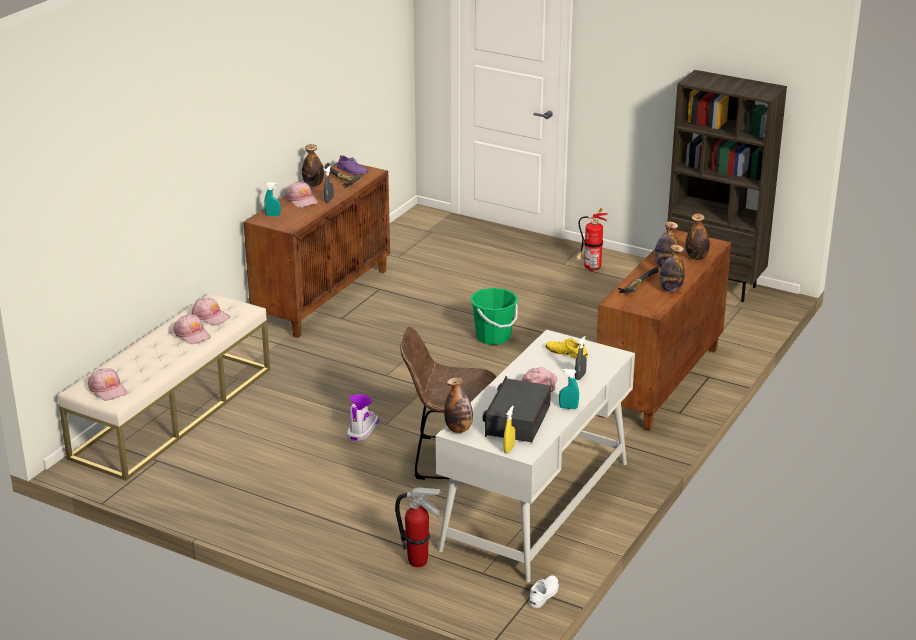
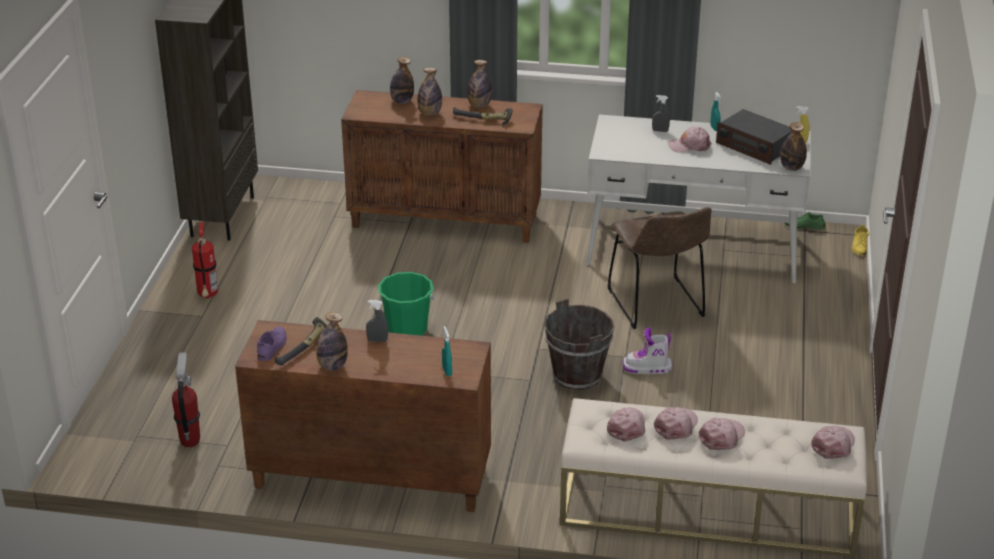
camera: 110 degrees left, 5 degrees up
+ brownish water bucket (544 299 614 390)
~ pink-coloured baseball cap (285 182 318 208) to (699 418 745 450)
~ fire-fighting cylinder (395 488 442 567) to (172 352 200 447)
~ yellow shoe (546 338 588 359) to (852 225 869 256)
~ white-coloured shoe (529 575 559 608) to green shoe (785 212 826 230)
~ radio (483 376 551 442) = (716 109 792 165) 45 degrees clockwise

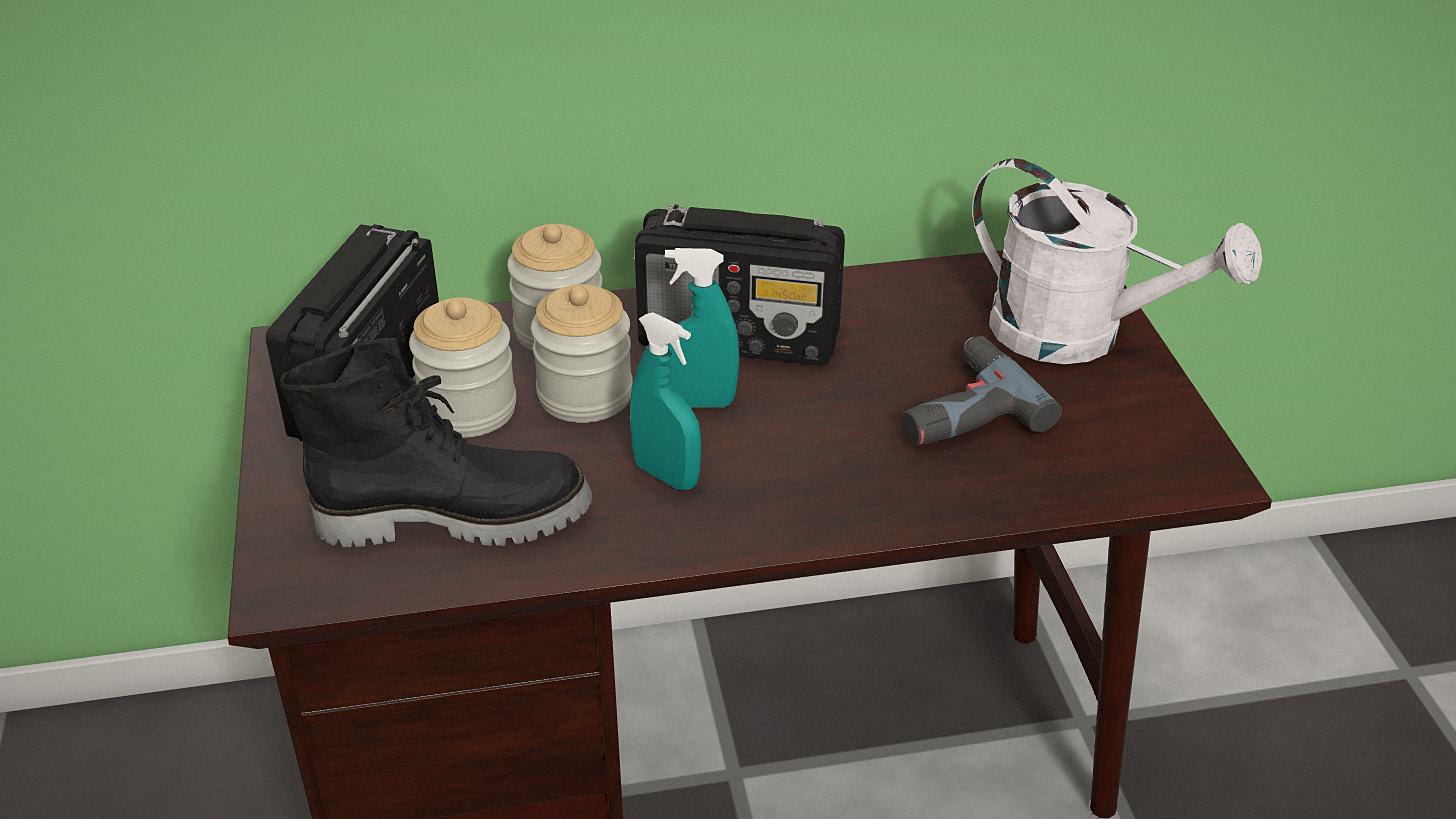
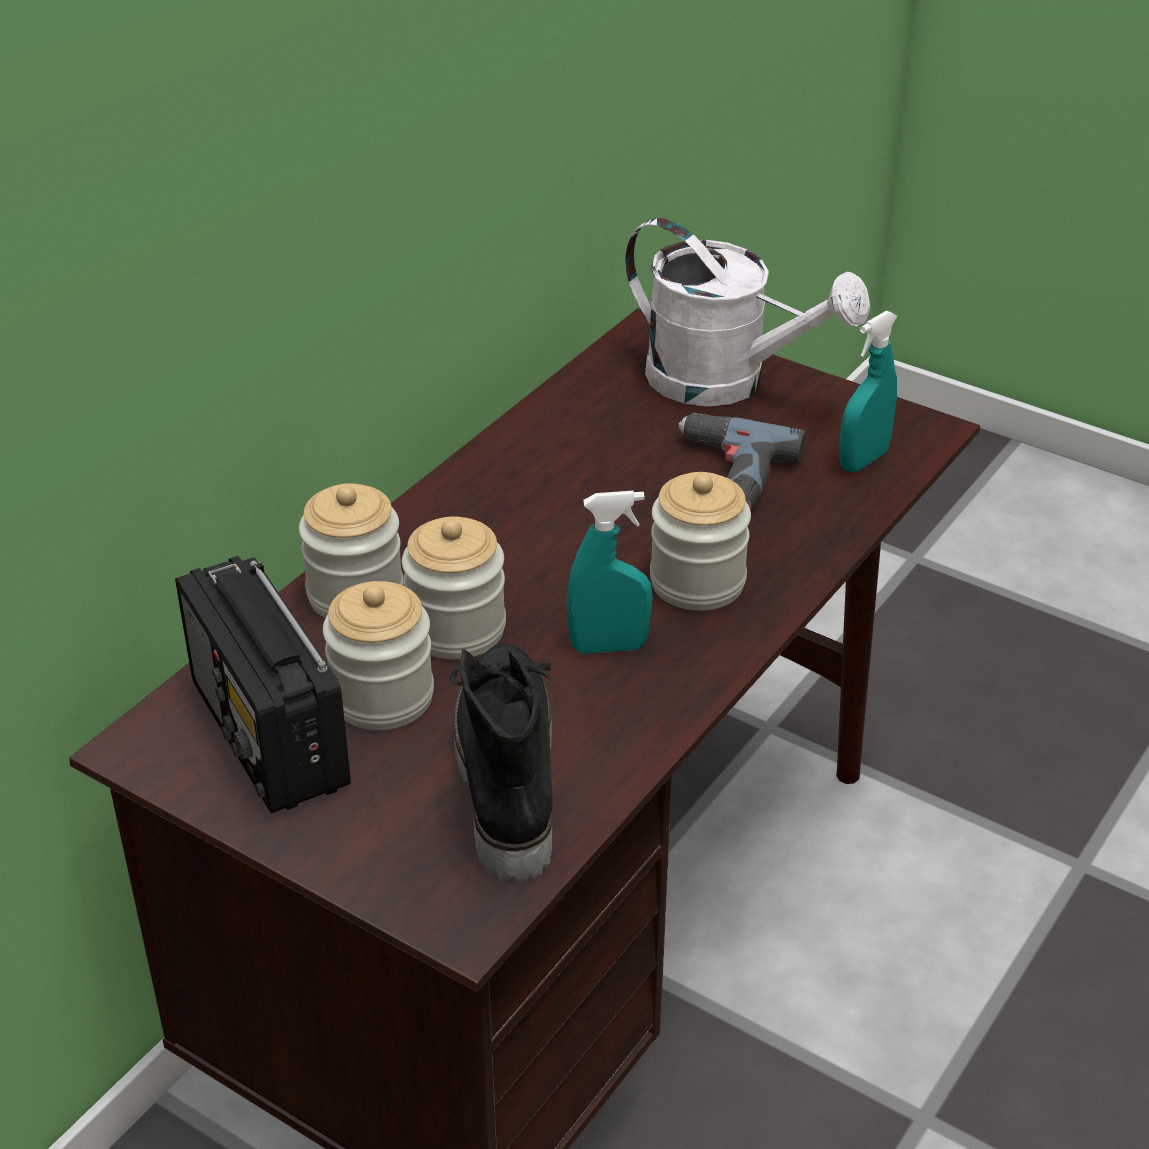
camera: 45 degrees left, 0 degrees up
- radio (635 204 845 366)
+ storage jar (650 472 751 611)
~ turquoise hand sprayer (665 248 739 407) to (839 311 898 472)
~ black-coloured boot (280 338 593 547) = (449 643 554 883) 45 degrees counterclockwise
~ white-coloured sprinkling can (972 158 1262 364) = (625 218 870 407) 45 degrees clockwise

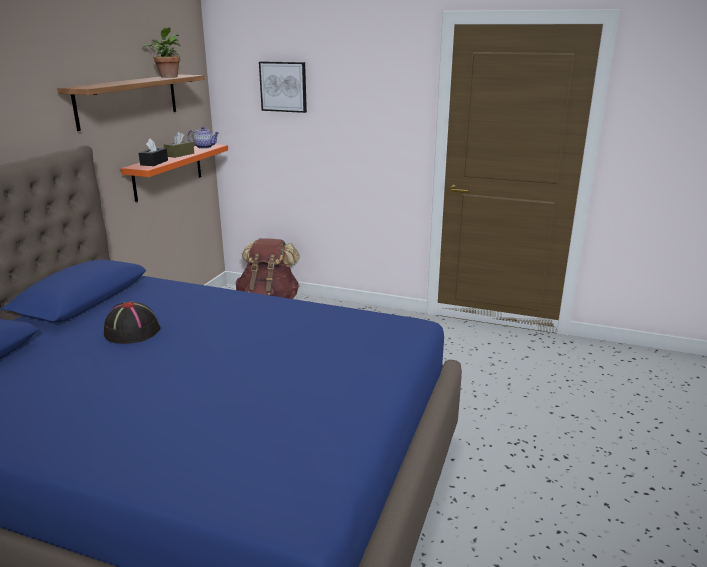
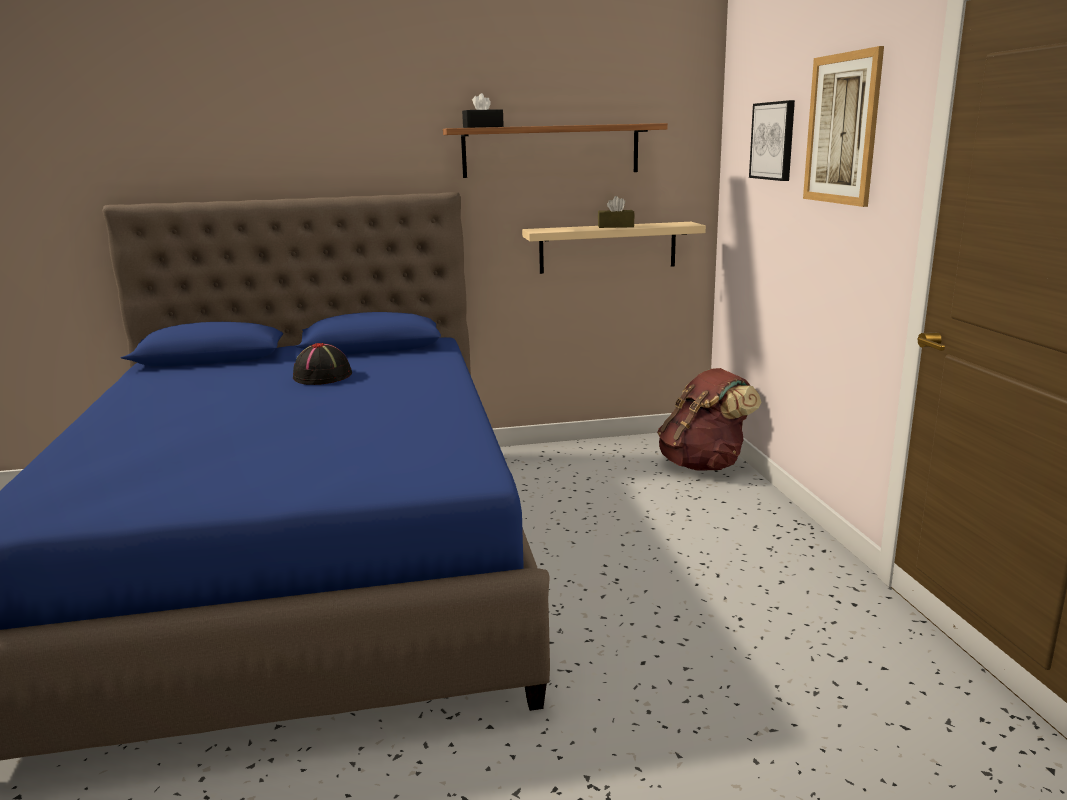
camera: 60 degrees right, 5 degrees down
- potted plant (142 27 181 78)
- teapot (188 127 219 149)
+ wall art (803 46 884 207)
~ black-coloured box of tissues (139 138 168 166) to (462 93 504 128)
~ orange-coloured shelf (121 144 228 202) to beige-coloured shelf (522 222 706 274)

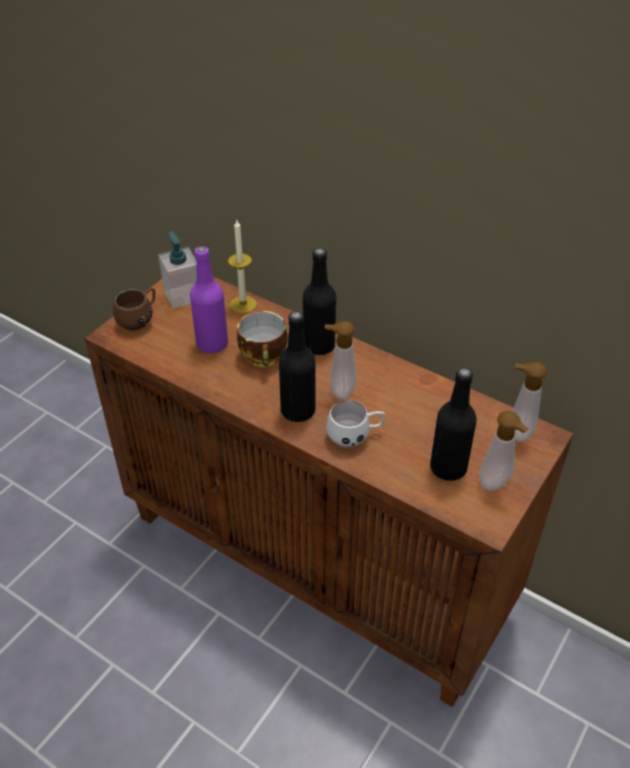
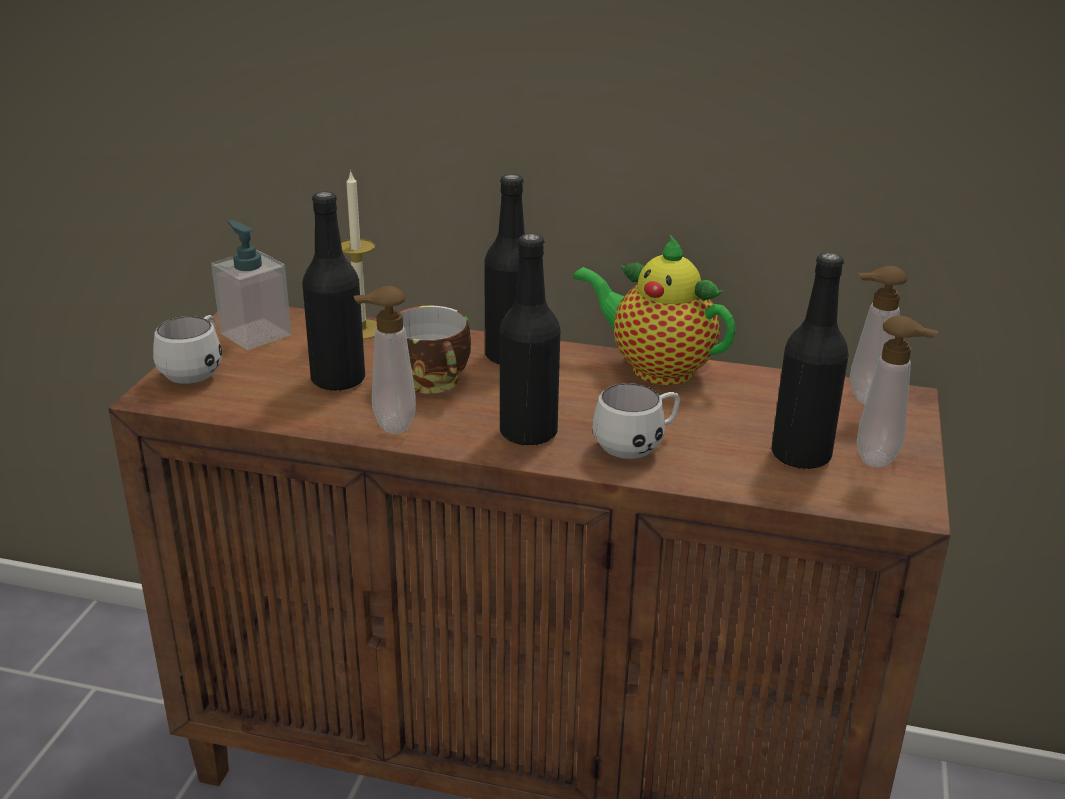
camera: 20 degrees left, 15 degrees down
+ teapot (573 235 736 385)
~ soap dispenser (325 321 356 399) to (354 286 416 434)
~ brownish coffee mug (113 288 155 330) to white-coloured coffee mug (153 315 222 384)
~ purple drink bottle (190 246 228 354) to black-coloured drink bottle (302 191 365 392)

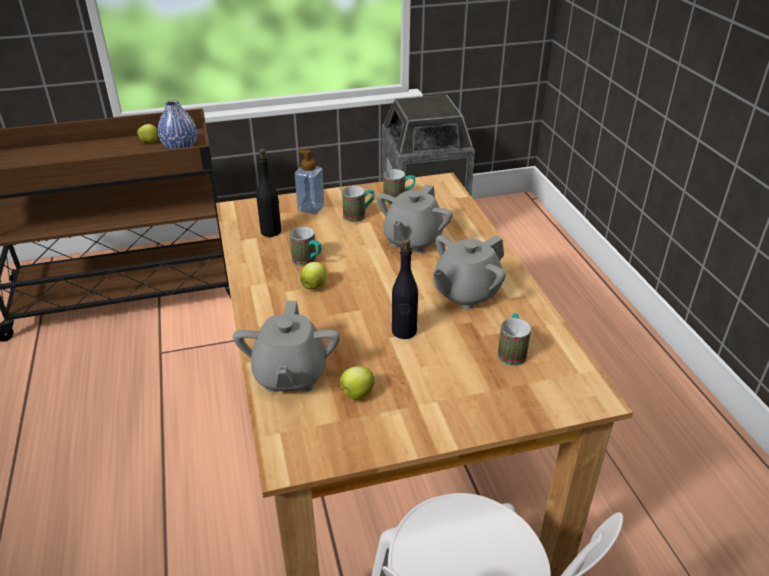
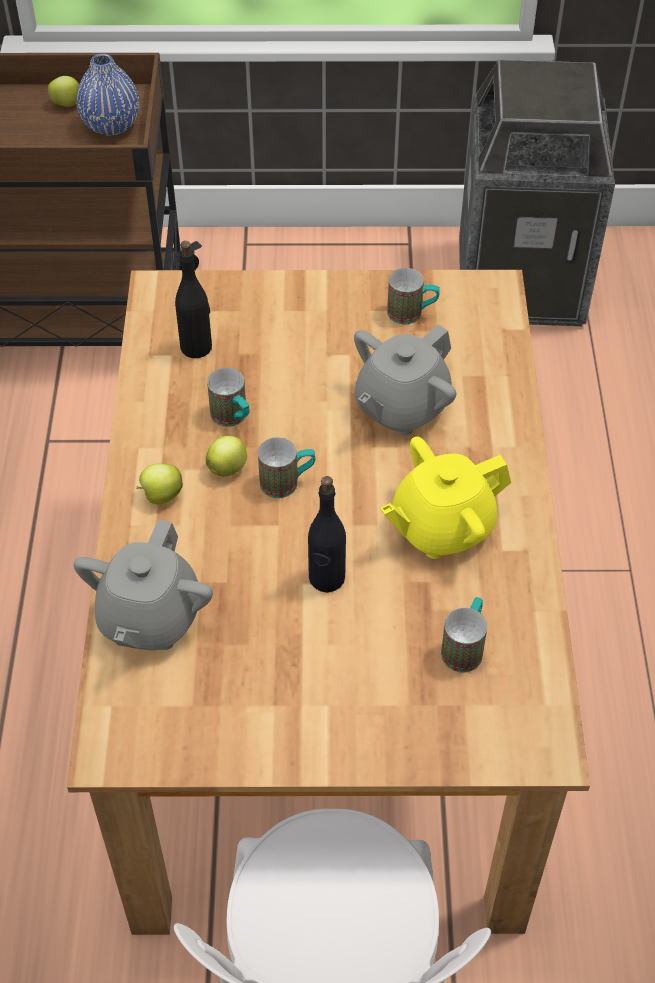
camera: 15 degrees right, 15 degrees up
- soap dispenser (295 149 325 214)
~ apple fruit (339 366 375 400) to (136 463 183 504)
~ coffee mug (342 186 375 222) to (258 437 315 498)
~ gray teapot (433 235 506 310) to yellow teapot (380 436 511 559)

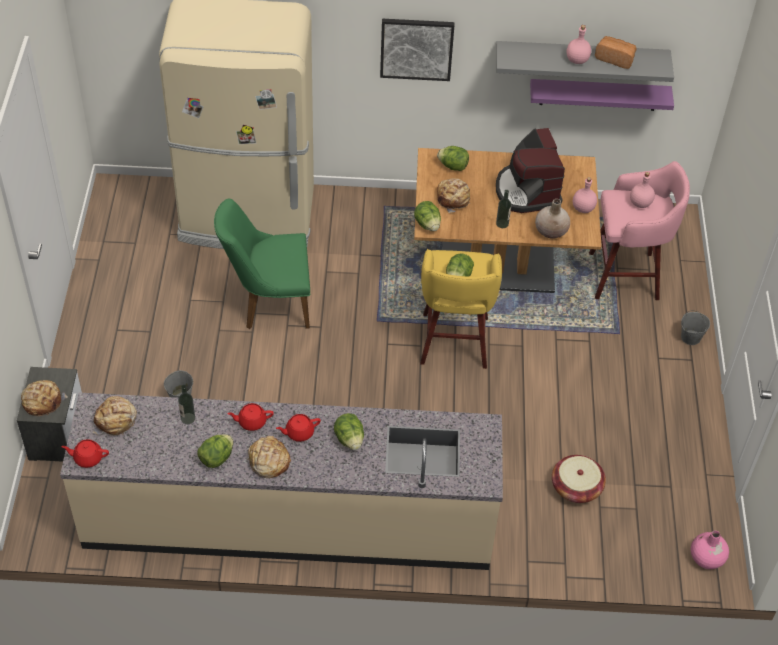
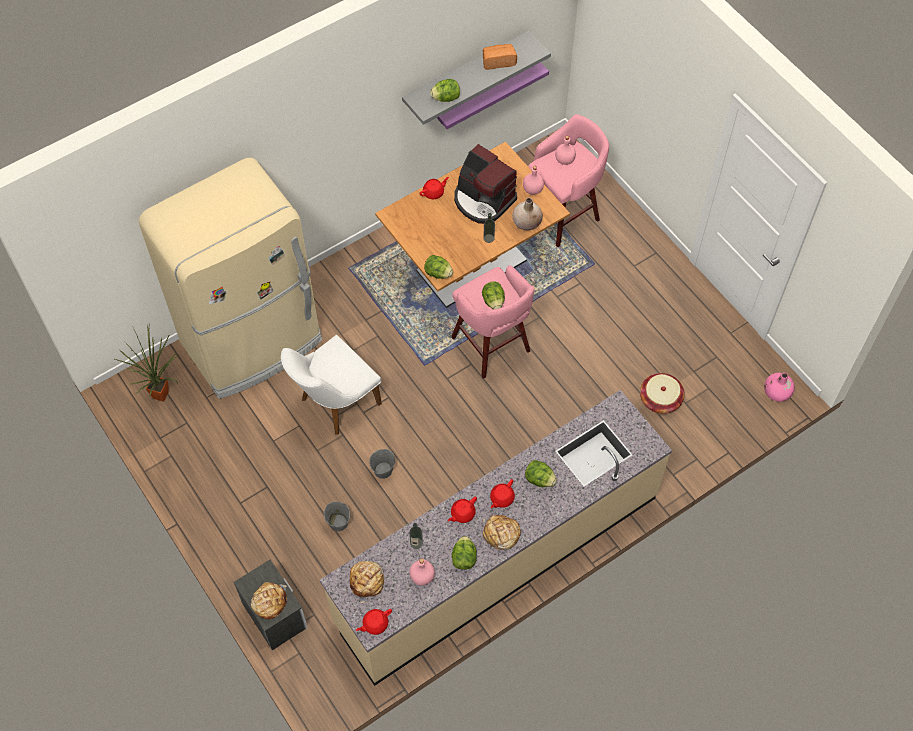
camera: 35 degrees left, 10 degrees up
- wall art (380 19 455 81)
- bread (437 178 470 213)
+ potted plant (115 325 178 402)
+ reddish teapot (419 177 449 199)
~ head of lettuce (437 146 469 171) to (430 79 460 102)
~ pink-coloured drink bottle (567 25 591 64) to (409 558 435 586)
~ gray water bucket (681 310 710 345) to (369 449 395 479)
~ green plain chair (214 199 310 329) to white-coloured plain chair (281 335 382 435)
~ yellow stool (420 249 502 369) to pink-coloured stool (451 265 535 379)

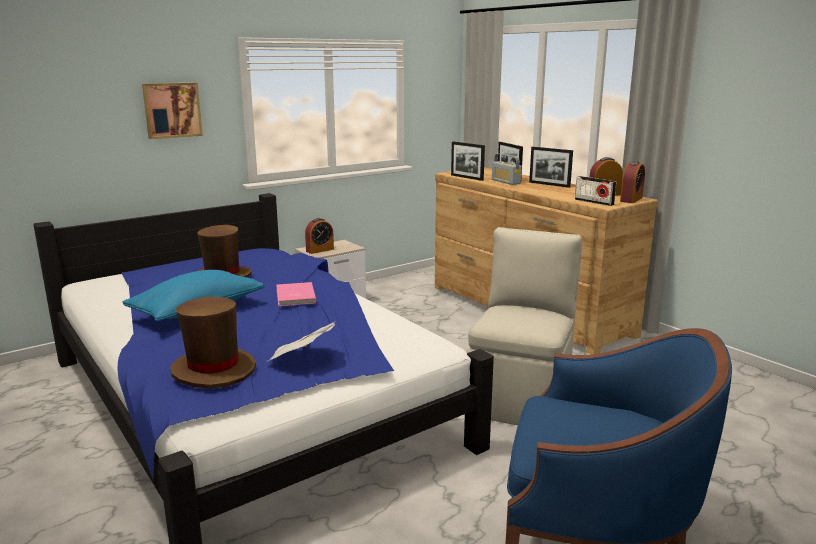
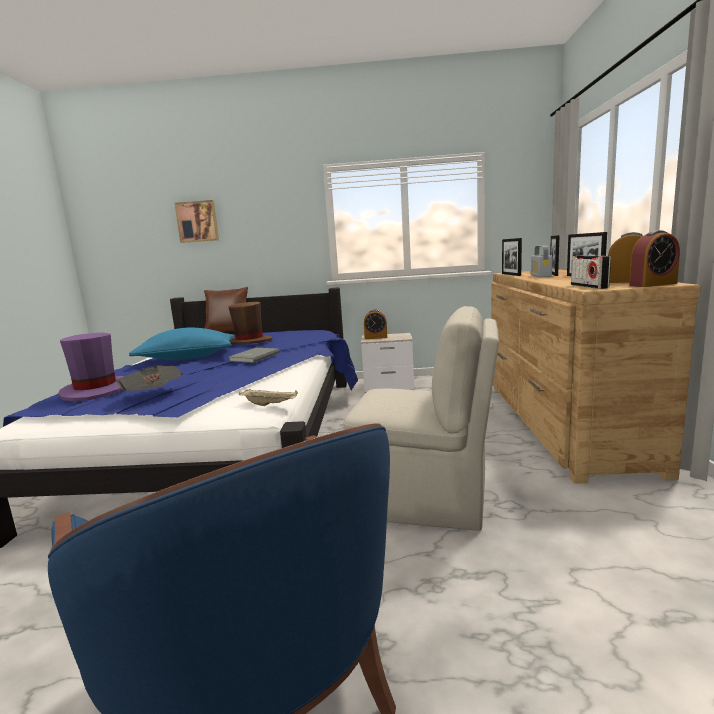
camera: 40 degrees right, 5 degrees down
+ brownish cushion (204 287 248 332)
+ beige-coloured serving tray (239 389 298 406)
~ wall art (142 83 203 139) to (174 200 219 243)
~ brownish wearable hat (170 297 256 389) to purple wearable hat (58 332 124 401)
~ pink-coloured bound book (276 282 317 306) to gray bound book (229 348 280 363)
~ beige-coloured plain chair (467 227 582 425) = (343 306 499 531) 45 degrees clockwise

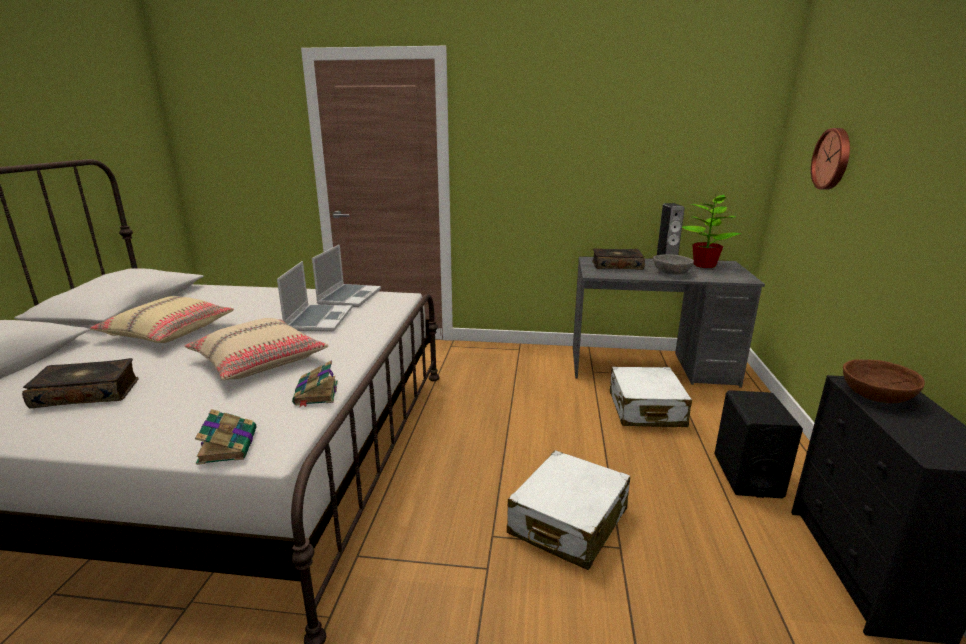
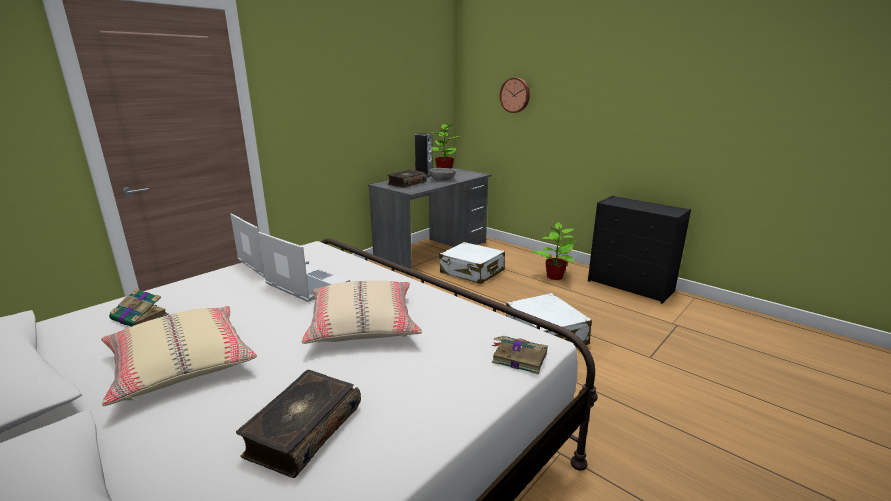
camera: 55 degrees left, 0 degrees up
- brownish bowl (843 359 925 403)
~ bound book (292 360 338 408) to (109 288 169 327)
~ black-coloured speaker (714 390 803 498) to potted plant (531 222 576 280)

